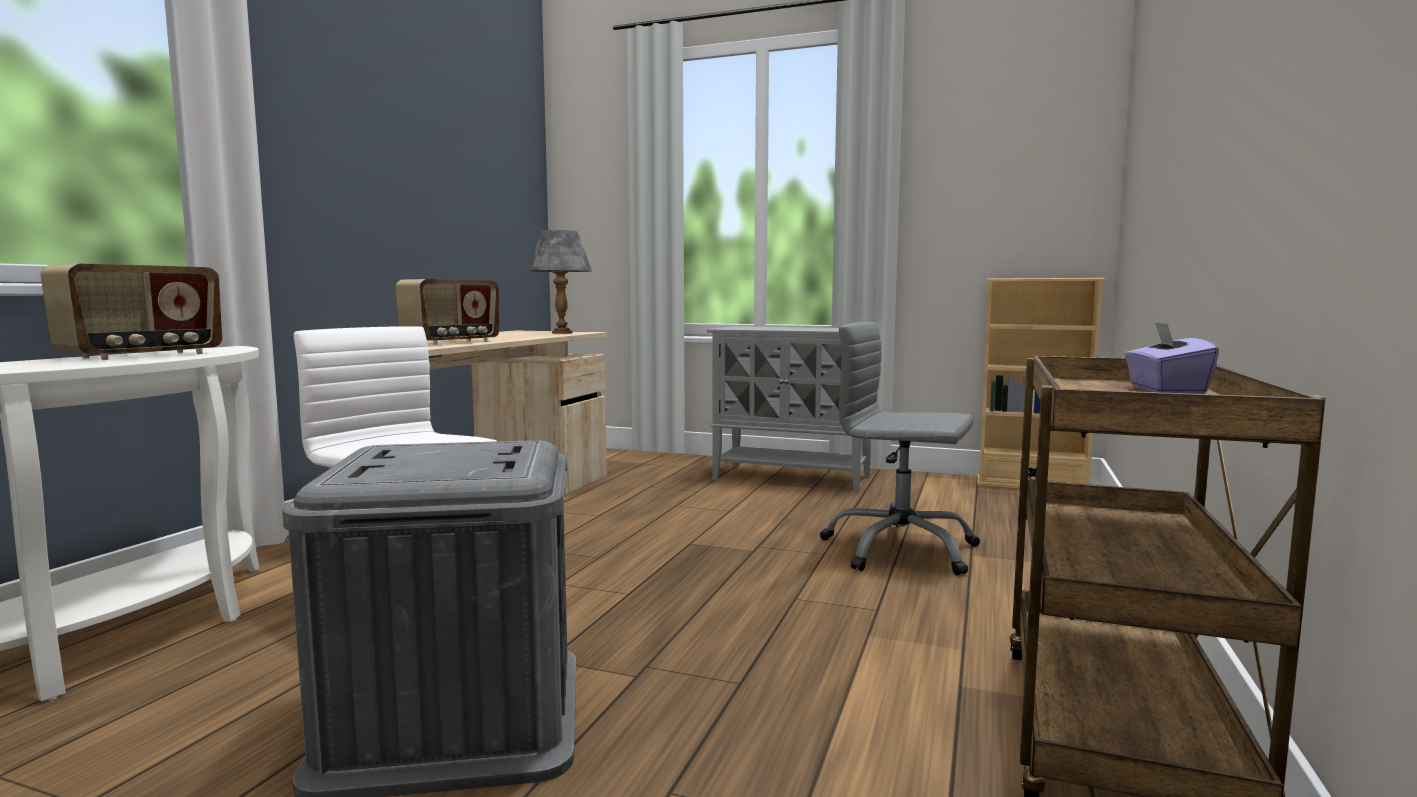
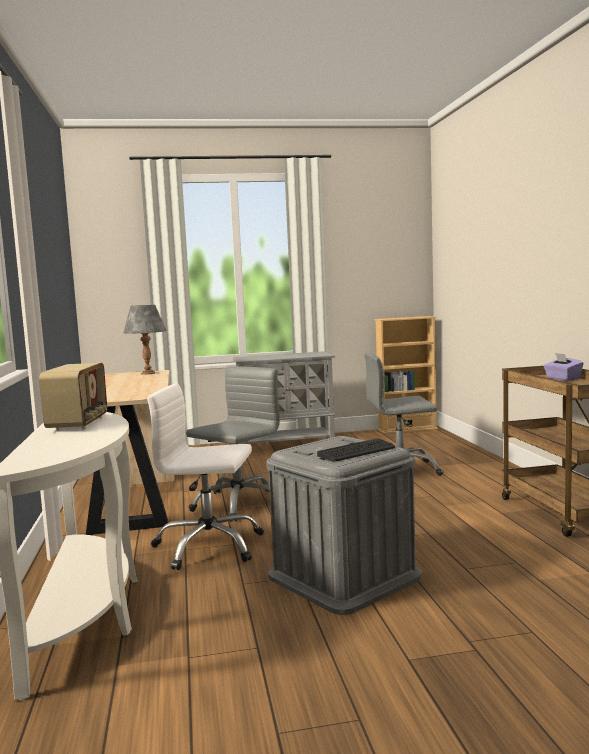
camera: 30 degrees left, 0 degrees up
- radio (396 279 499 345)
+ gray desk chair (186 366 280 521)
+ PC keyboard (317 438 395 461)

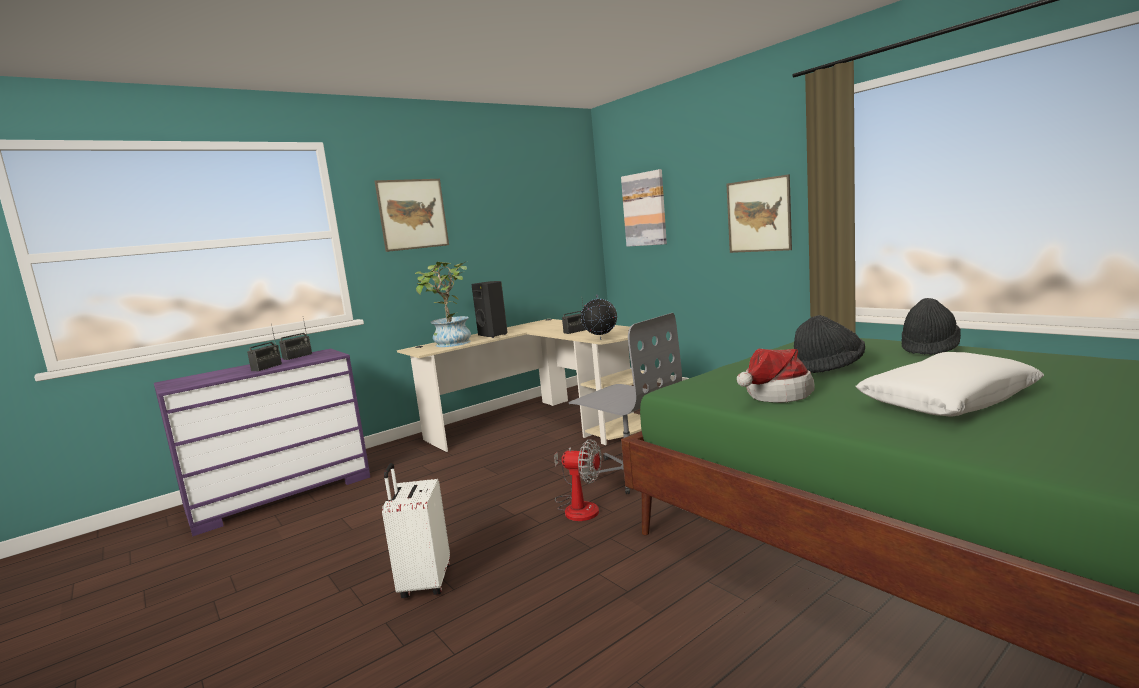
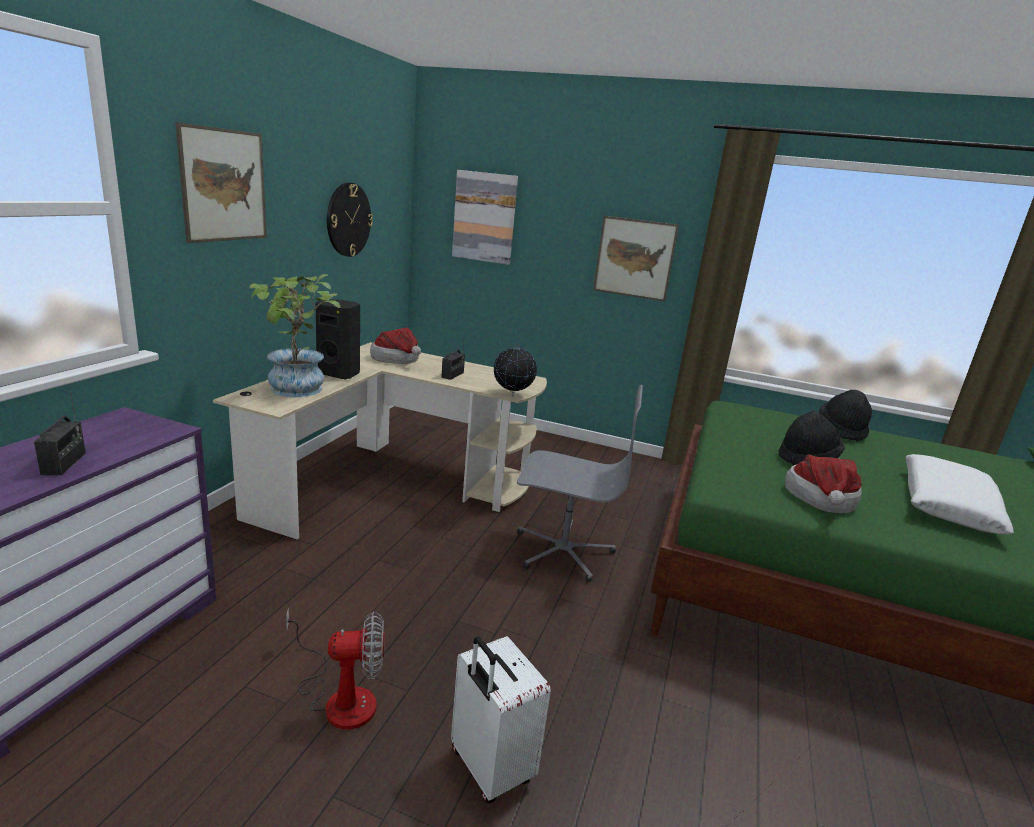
camera: 35 degrees left, 10 degrees up
- radio (279 318 312 360)
+ clock on the wall (327 182 373 257)
+ wearable hat (370 328 421 364)
~ fan (554 439 602 521) to (286 608 385 730)

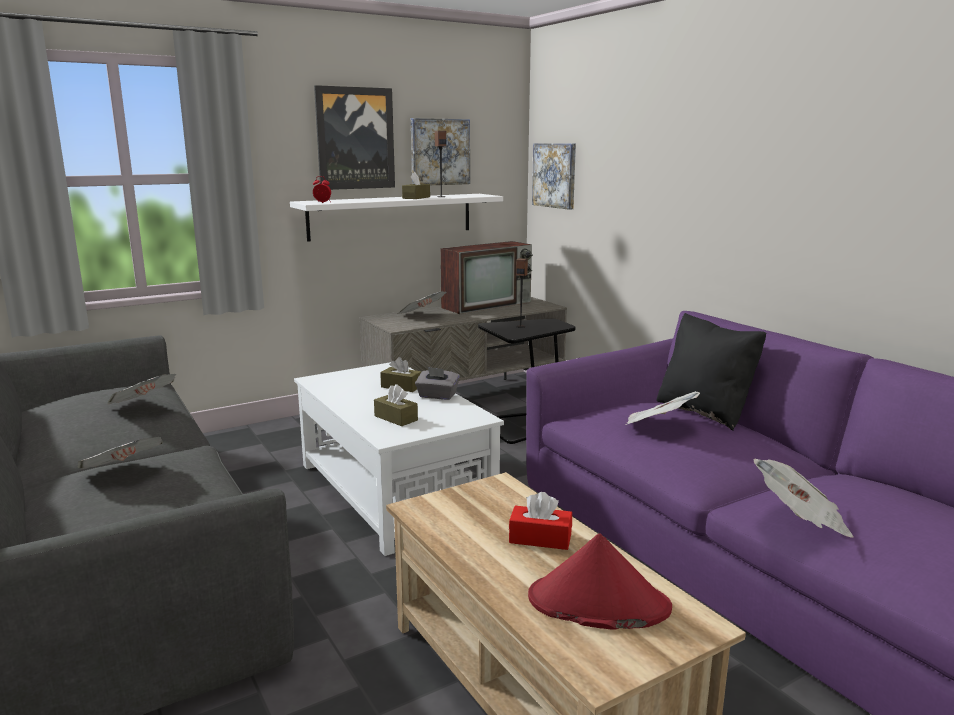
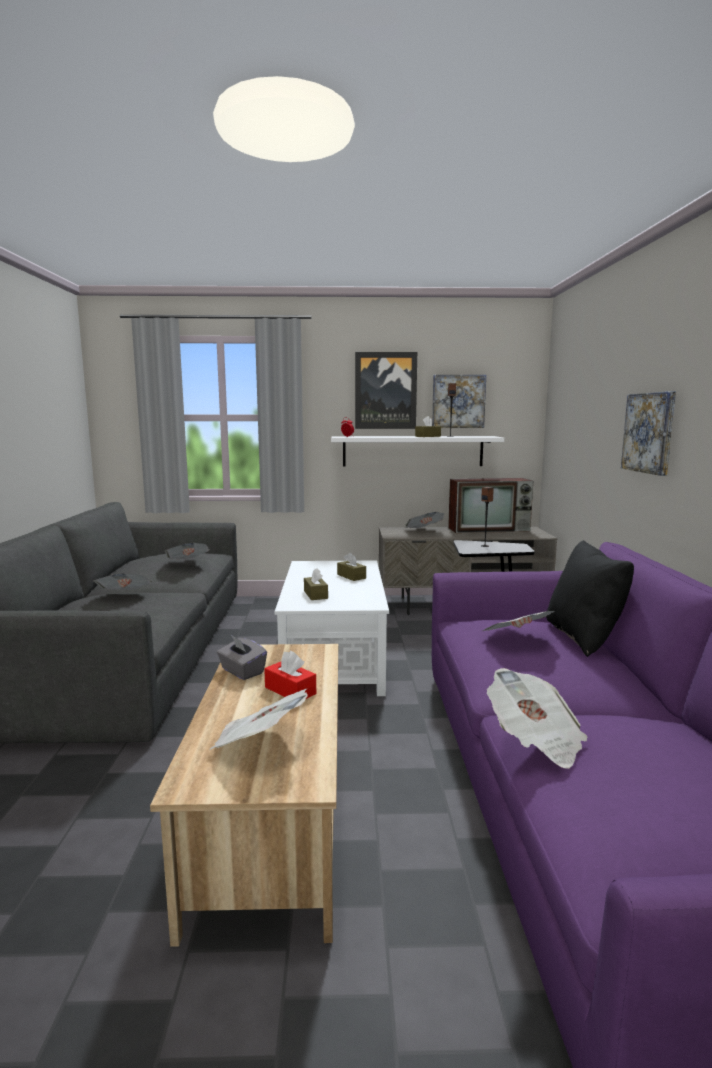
camera: 30 degrees right, 5 degrees down
~ gray box of tissues (415 367 460 400) to (217 636 267 680)
~ wall art (532 143 576 210) to (621 391 676 476)
~ reddish wearable hat (528 533 672 629) to newspaper (209 688 308 750)

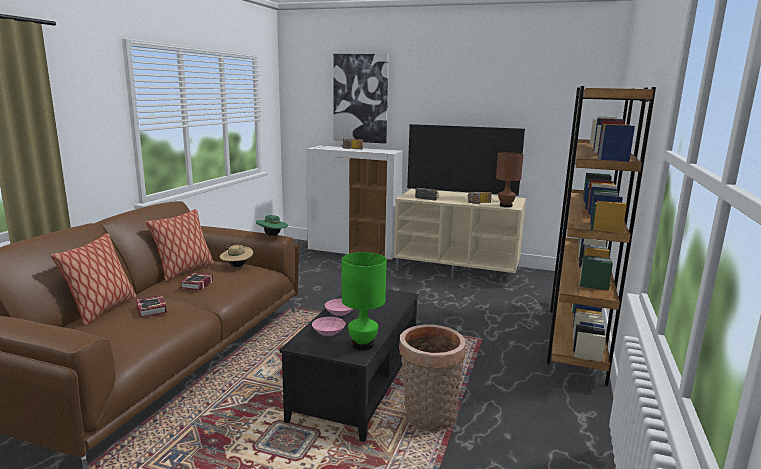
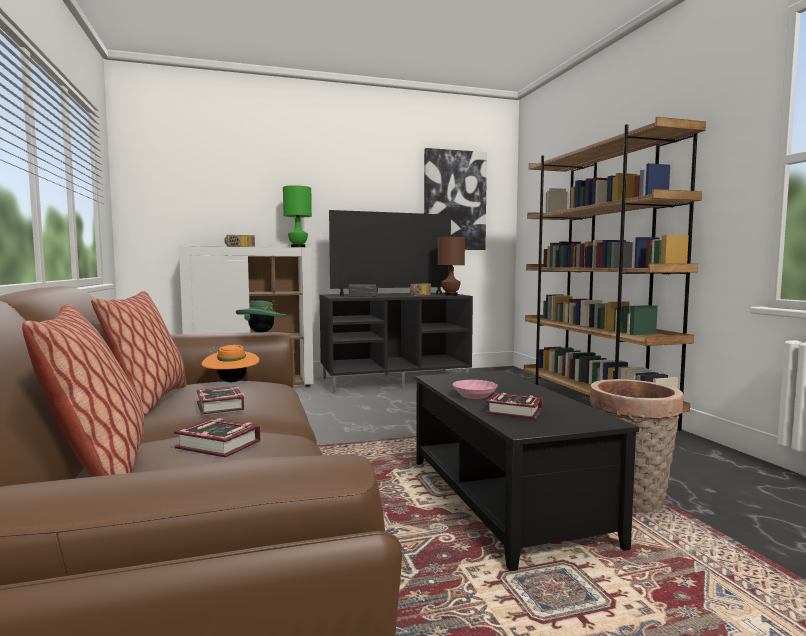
camera: 35 degrees left, 10 degrees down
~ wall art (333 54 389 143) to (424 148 487 250)
~ green lamp for a table (342 252 387 350) to (283 185 312 247)
~ pink-coloured bowl (312 317 345 336) to bound book (486 393 542 419)
~ beige-coloured wearable hat (219 245 253 267) to orange-coloured wearable hat (201 345 260 382)
~ beige-coloured media console (394 189 526 286) to black-coloured media console (320 293 473 393)

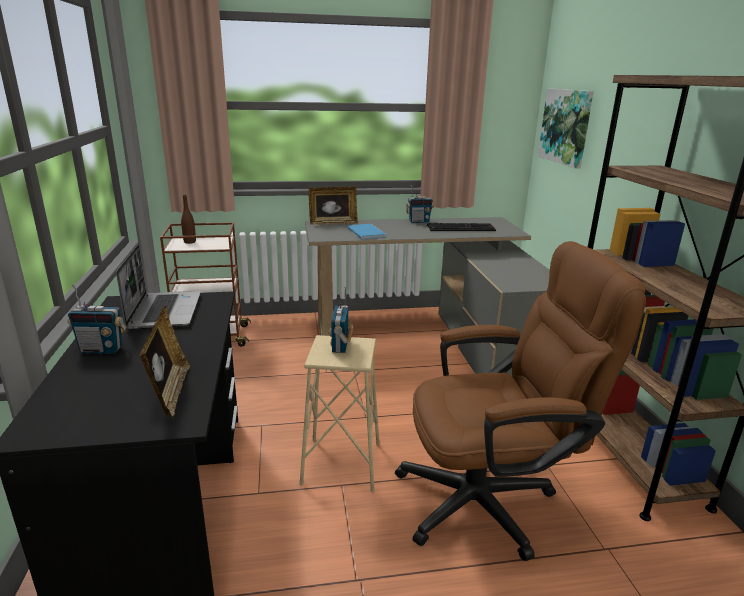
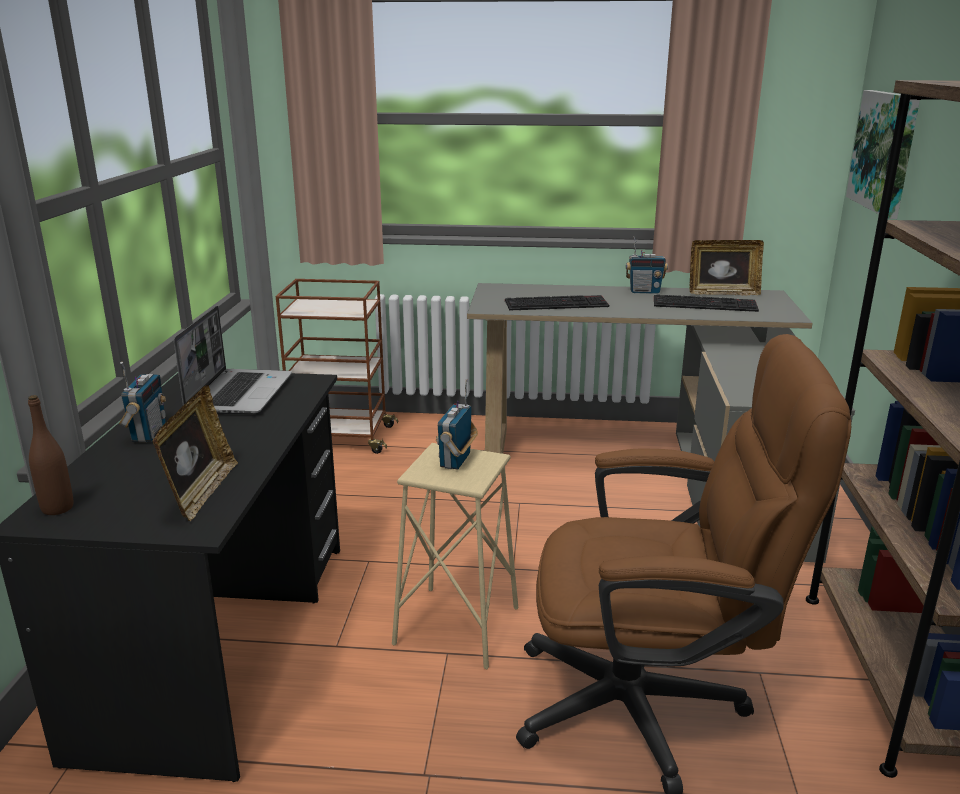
camera: 15 degrees right, 0 degrees up
~ brownish drink bottle (181 195 196 244) to (28 395 73 515)
~ picture frame (308 187 358 225) to (689 240 764 295)
~ bluish bound book (347 224 386 239) to PC keyboard (505 295 609 311)
~ radio (68 284 127 354) = (119 362 166 442) 105 degrees counterclockwise

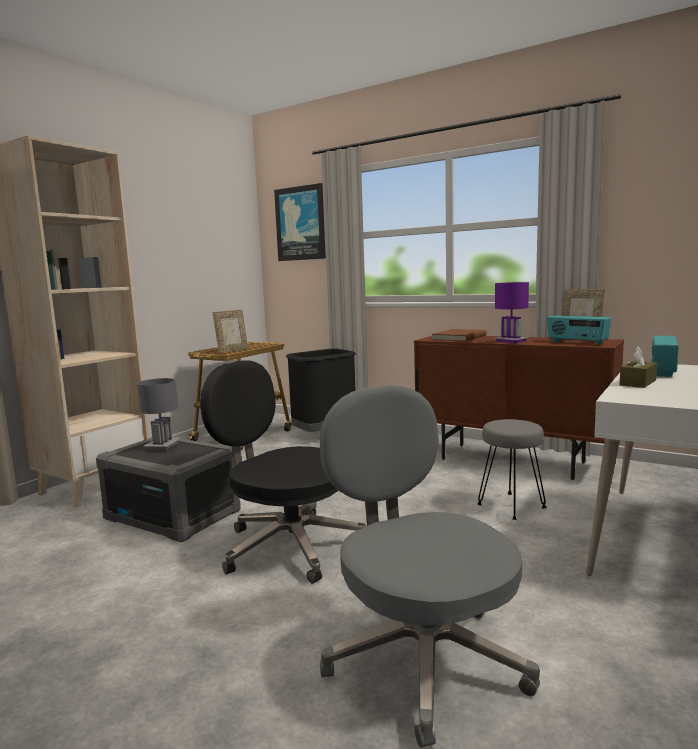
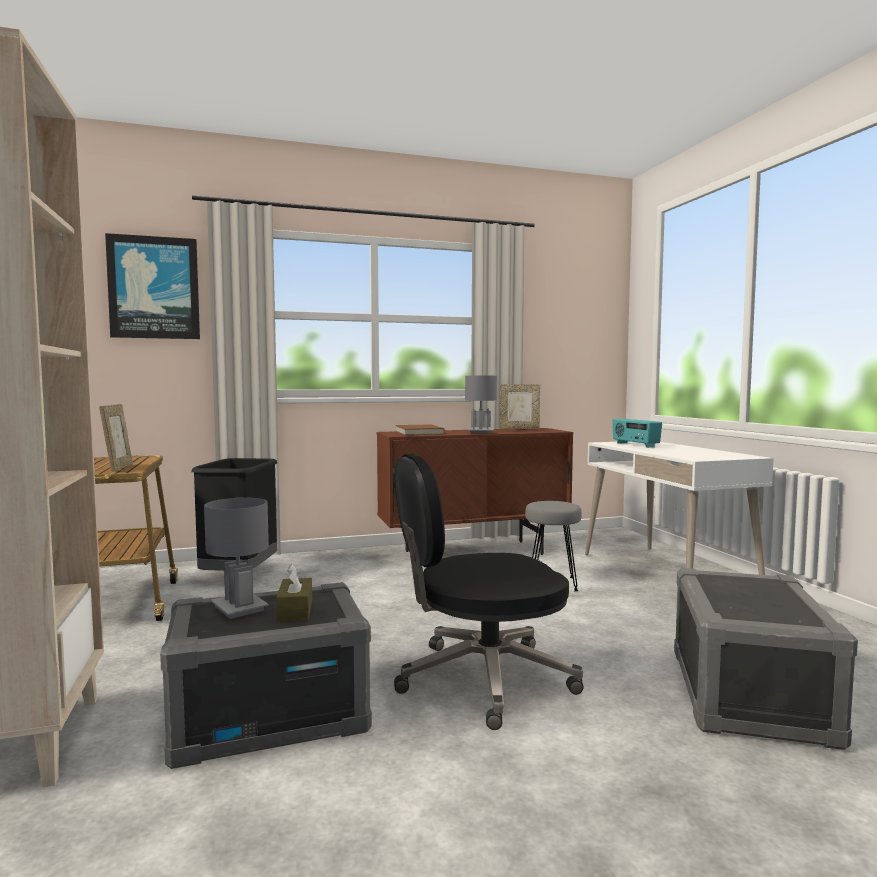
camera: 50 degrees left, 5 degrees down
- radio (547 315 611 345)
~ brownish box of tissues (620 346 657 388) to (276 564 312 622)
~ gray desk chair (320 385 540 748) to gray storage box (674 568 858 750)
~ purple lamp for a table (493 282 529 343) to gray lamp for a table (465 376 497 433)

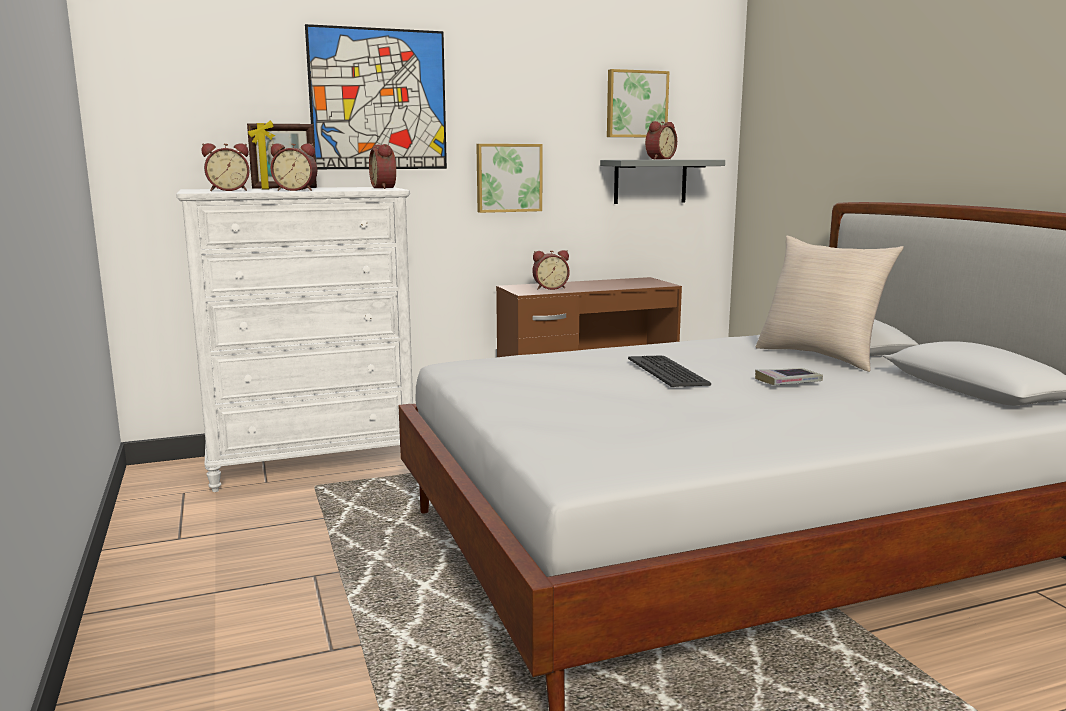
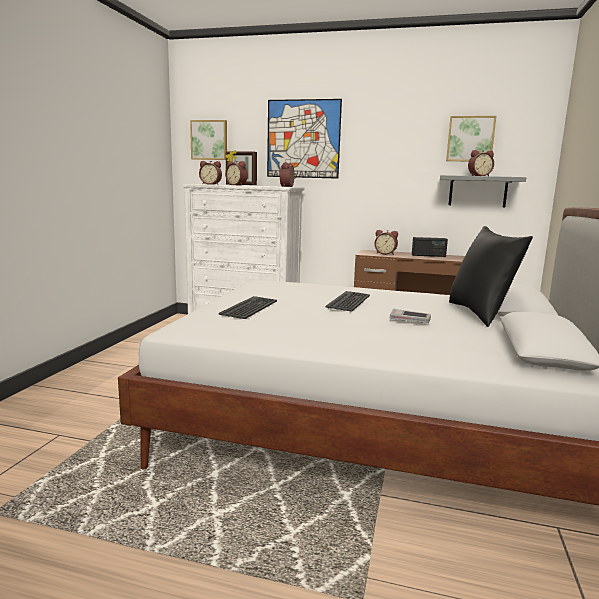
camera: 35 degrees right, 0 degrees up
+ PC keyboard (219 296 277 319)
+ radio (412 237 448 257)
~ wall art (476 144 542 213) to (190 120 227 160)
~ beige-coloured cushion (756 236 904 372) to black-coloured cushion (449 226 533 327)

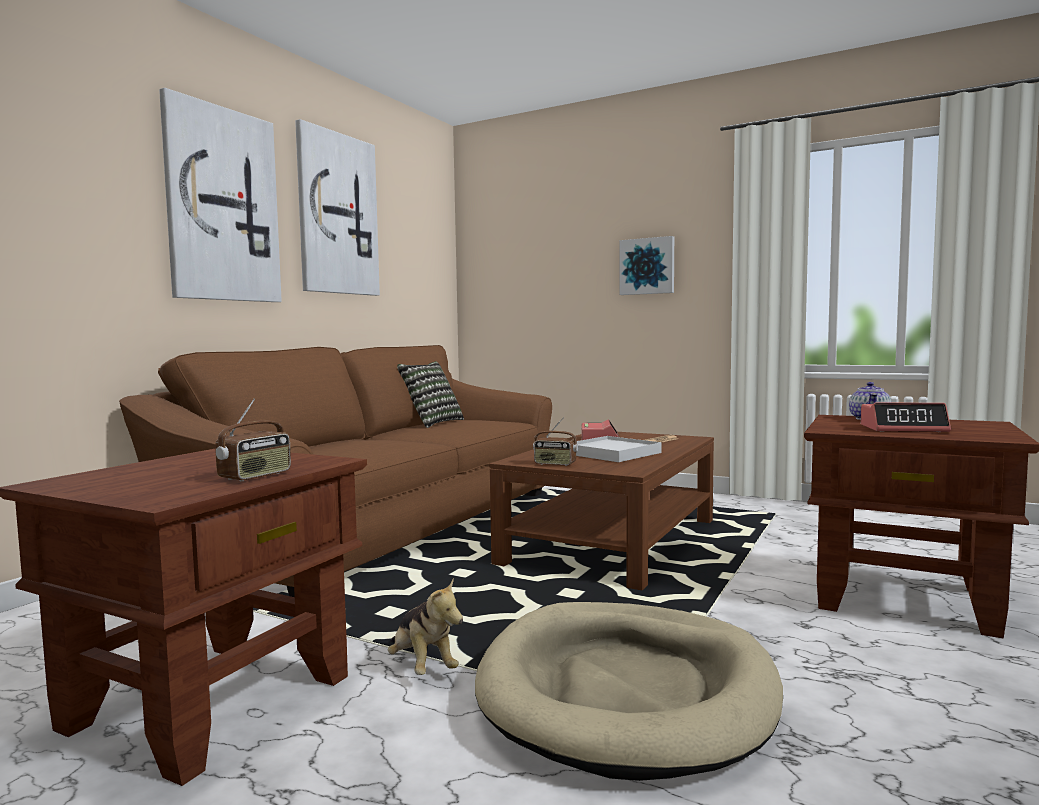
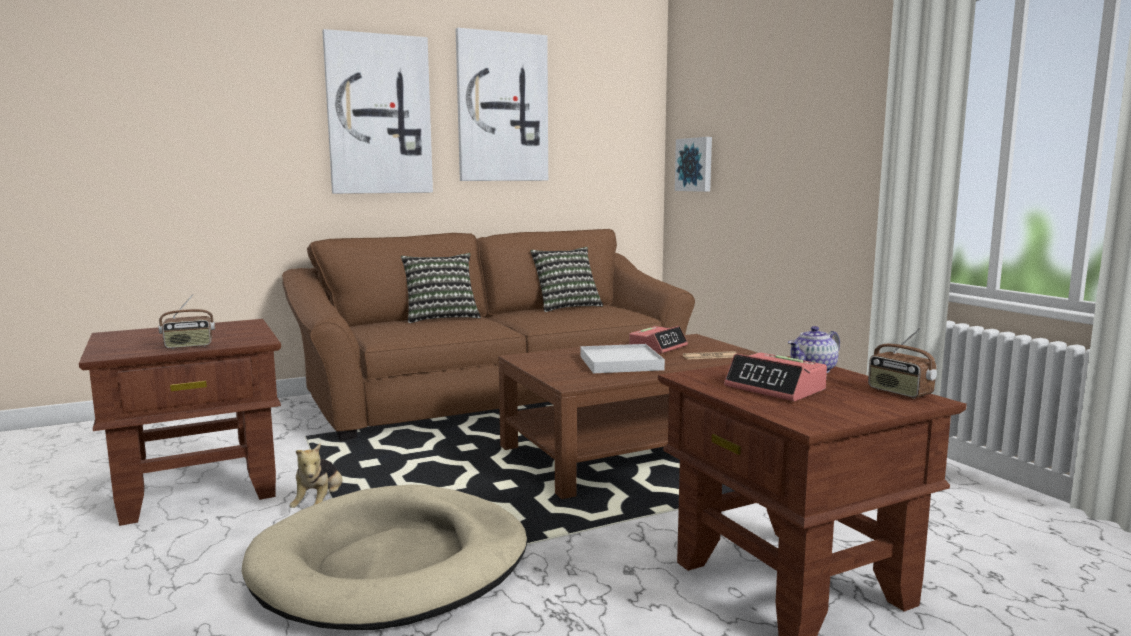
camera: 35 degrees right, 5 degrees up
+ cushion (401 253 481 323)
~ radio (533 417 578 466) to (868 328 937 399)
~ wall art (619 236 674 295) to (675 137 712 192)

